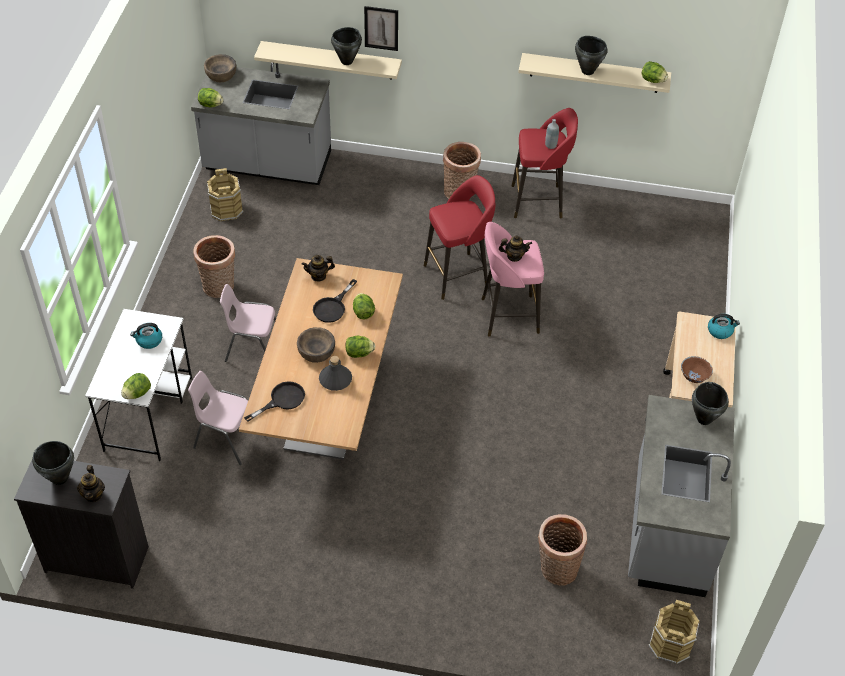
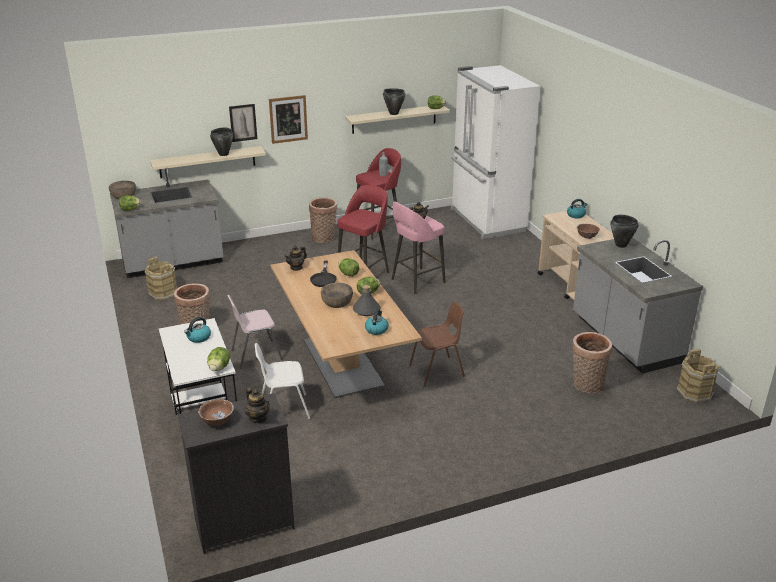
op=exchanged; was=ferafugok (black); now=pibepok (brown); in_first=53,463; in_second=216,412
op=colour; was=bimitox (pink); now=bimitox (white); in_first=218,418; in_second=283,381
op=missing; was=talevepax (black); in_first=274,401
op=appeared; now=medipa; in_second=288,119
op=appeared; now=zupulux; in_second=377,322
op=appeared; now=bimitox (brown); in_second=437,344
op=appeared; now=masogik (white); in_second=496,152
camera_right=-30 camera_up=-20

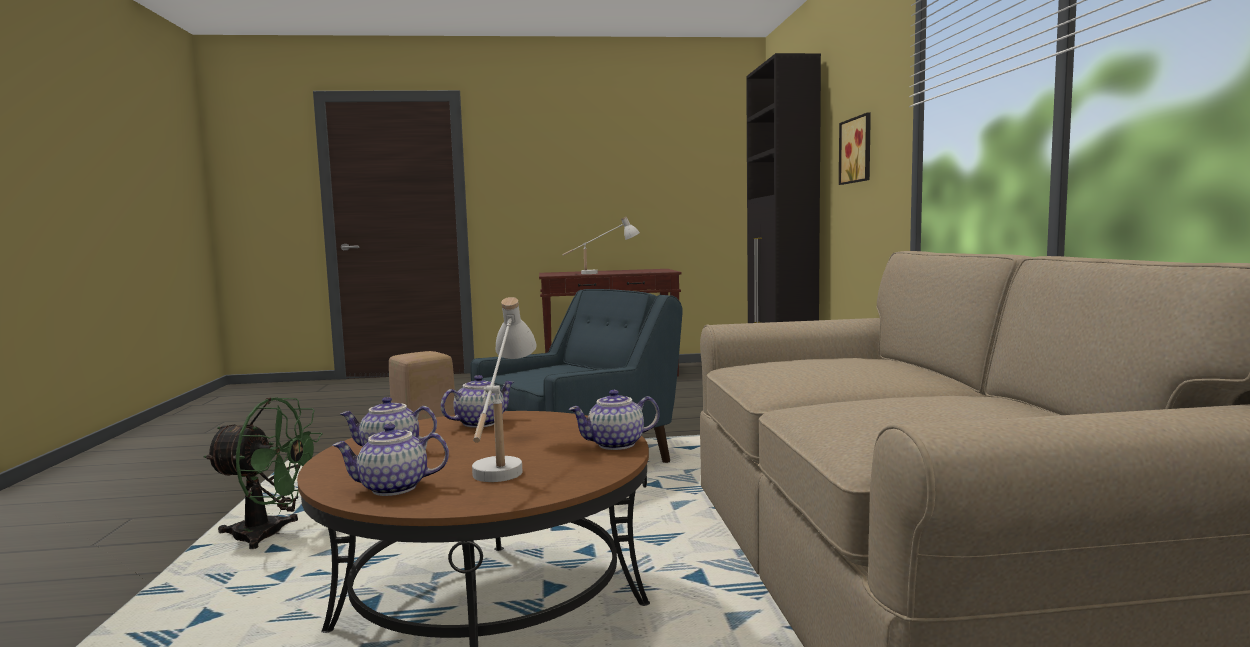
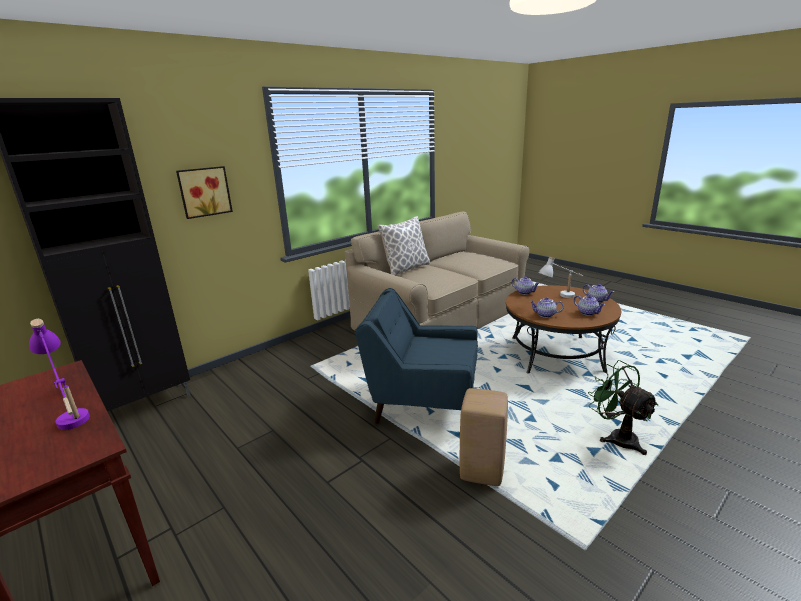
op=colour; was=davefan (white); now=davefan (purple); in_first=601,245; in_second=59,374
op=appeared; now=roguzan; in_second=404,245
camera_right=-125 camera_up=15

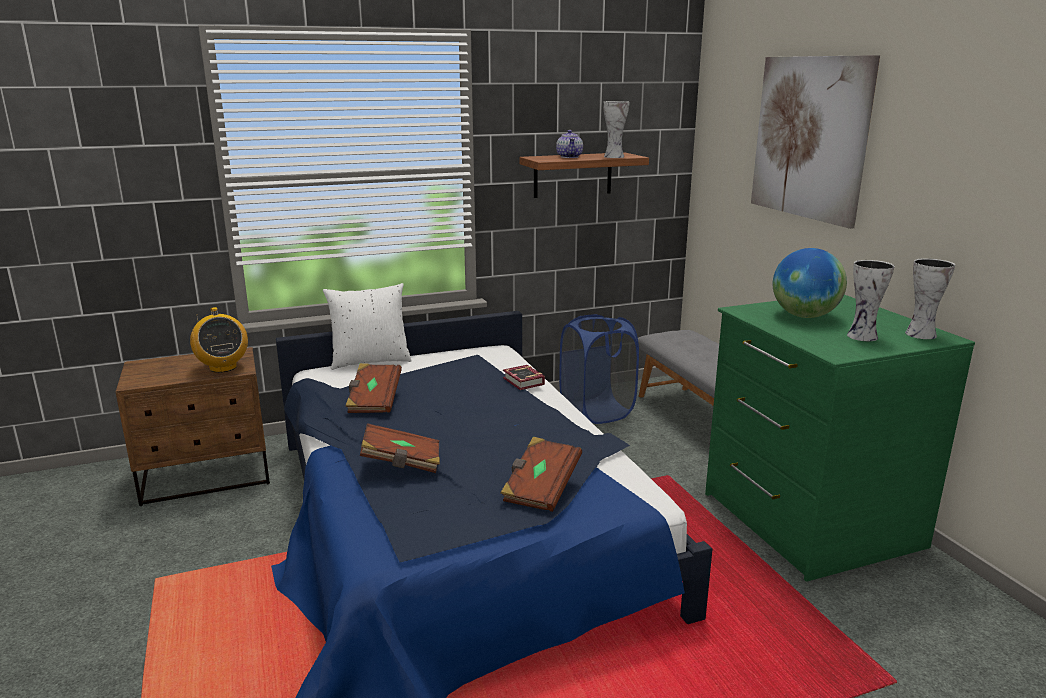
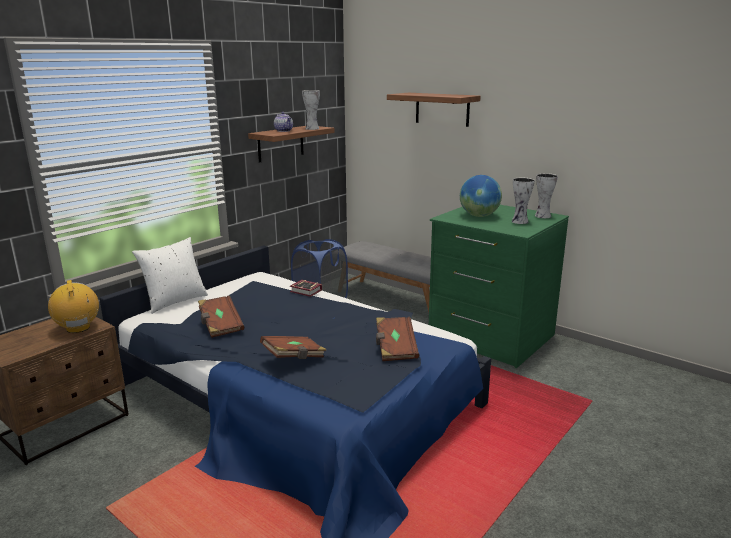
op=spun; was=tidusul; in_first=219,340; in_second=73,306; clockwise=-150
op=exchanged; was=medipa; now=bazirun; in_first=815,142; in_second=434,110
camera_right=-30 camera_up=0

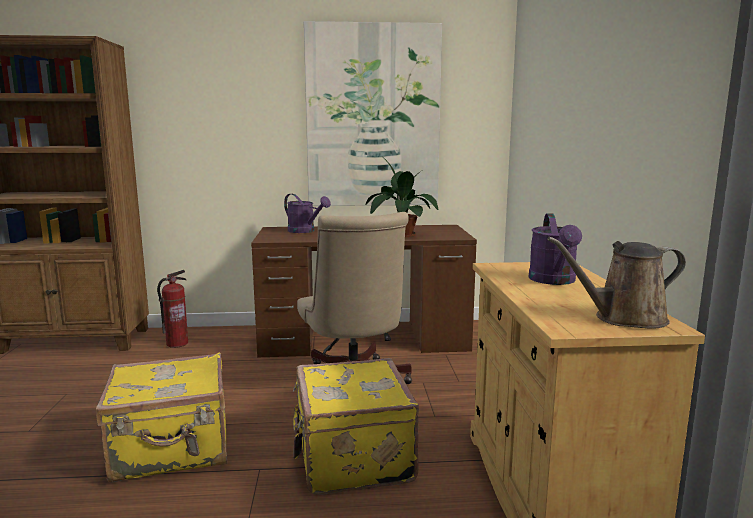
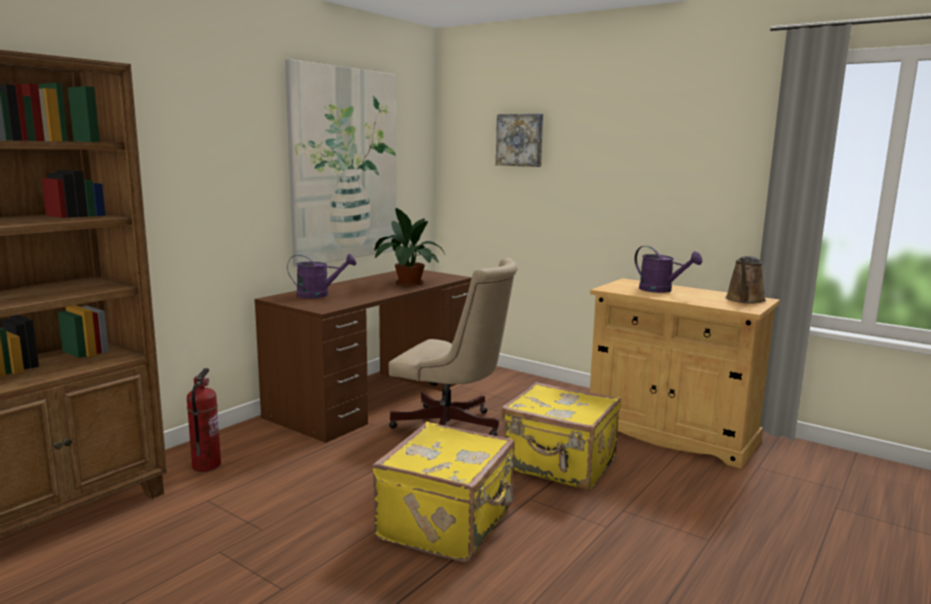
op=appeared; now=medipa; in_second=519,140
camera_right=-50 camera_up=0

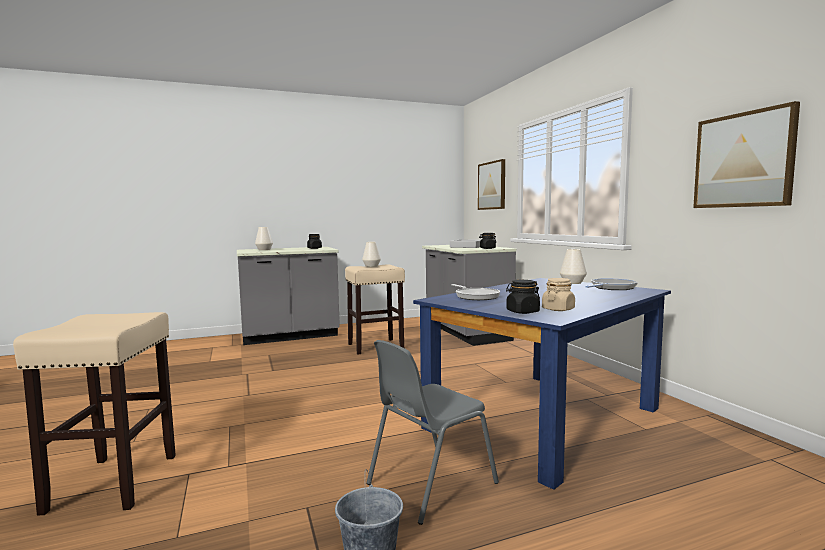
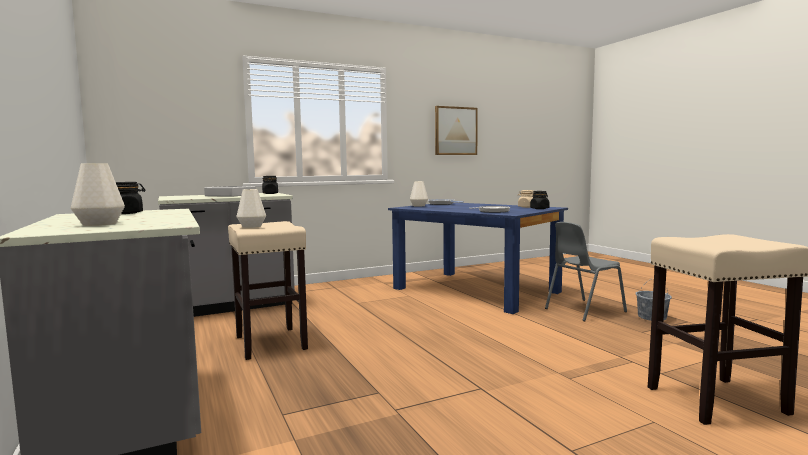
op=spun; was=bimitox (grey); in_first=432,432; in_second=586,271; clockwise=105
op=missing; was=medipa; in_first=491,184
camera_right=-95 camera_up=0

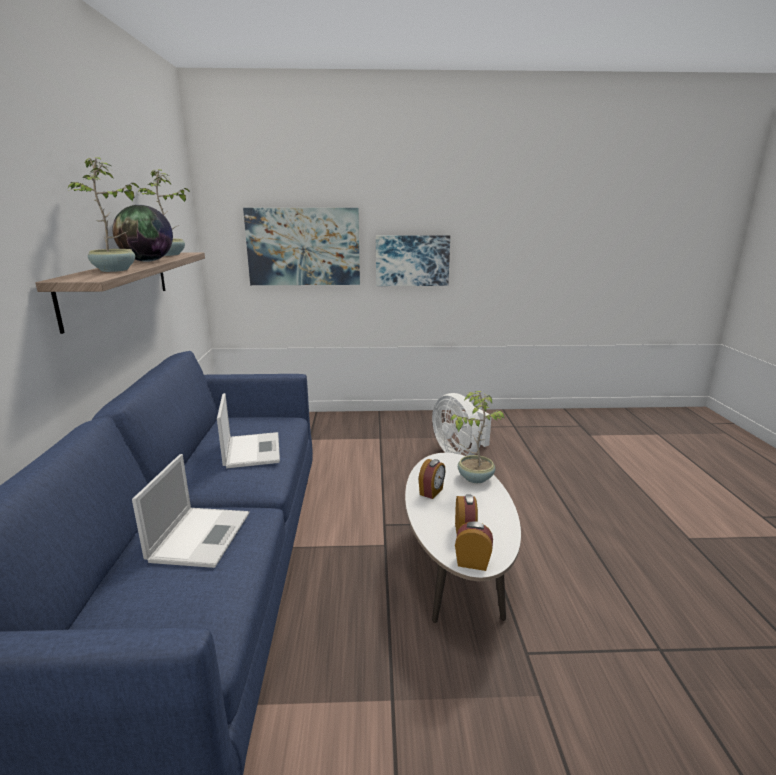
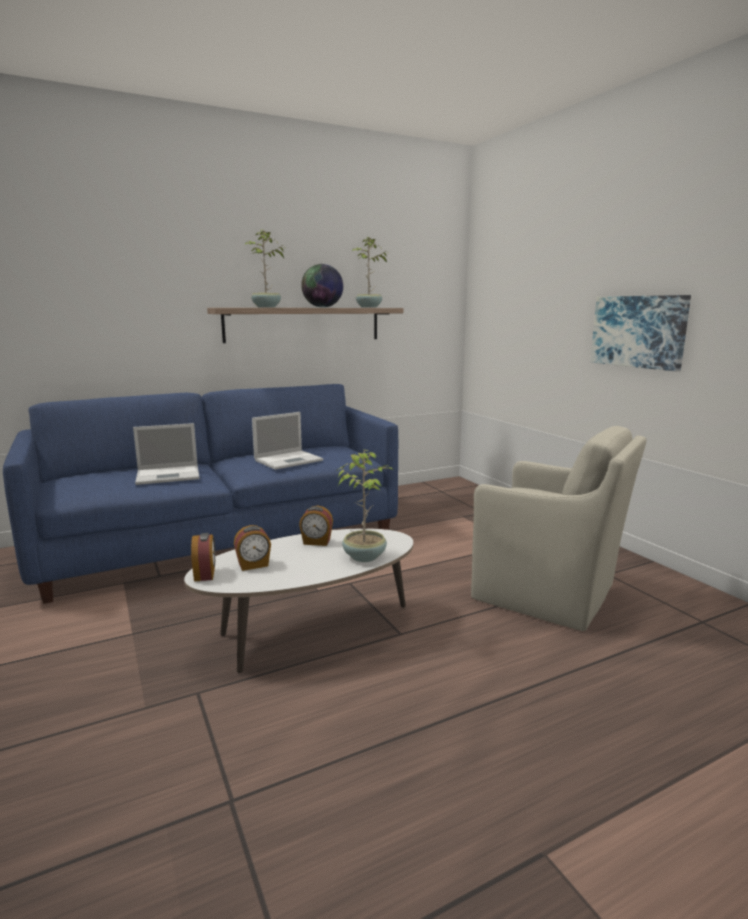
op=missing; was=medipa; in_first=301,246
op=exchanged; was=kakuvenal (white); now=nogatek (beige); in_first=461,424; in_second=558,528
camera_right=65 camera_up=-5

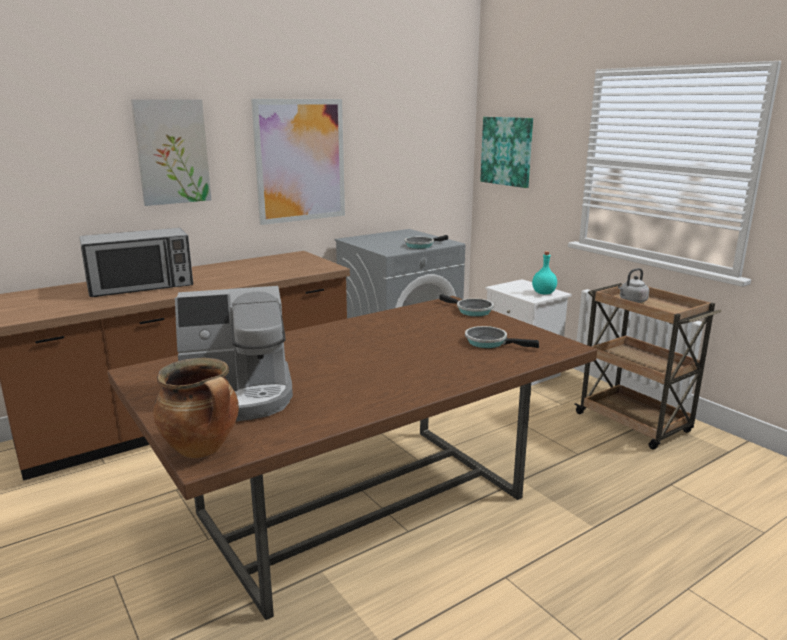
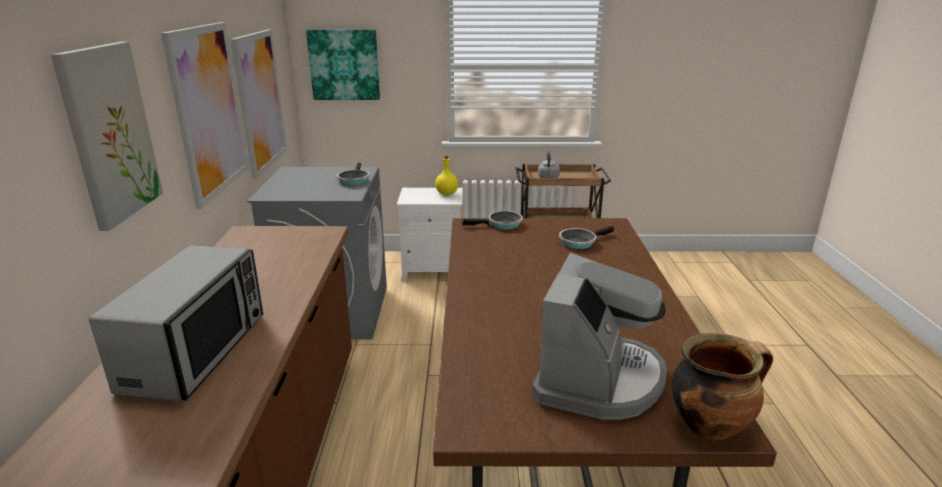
op=colour; was=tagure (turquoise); now=tagure (yellow); in_first=544,272; in_second=446,175
op=appeared; now=medipa; in_second=259,104
camera_right=-55 camera_up=5

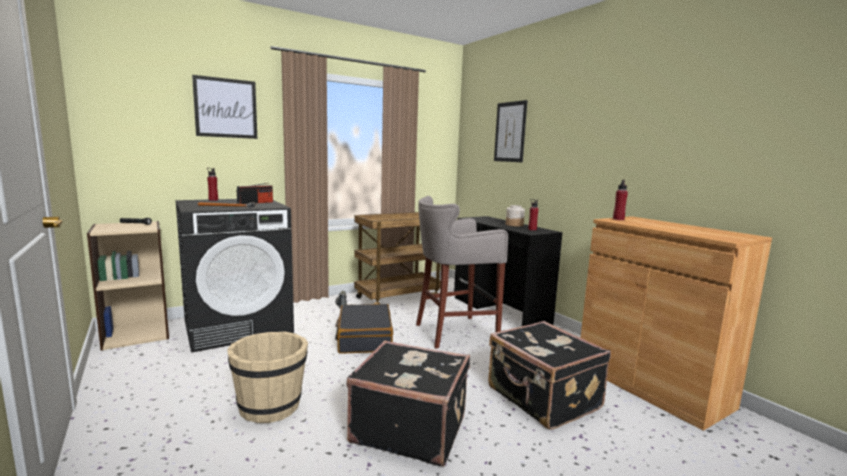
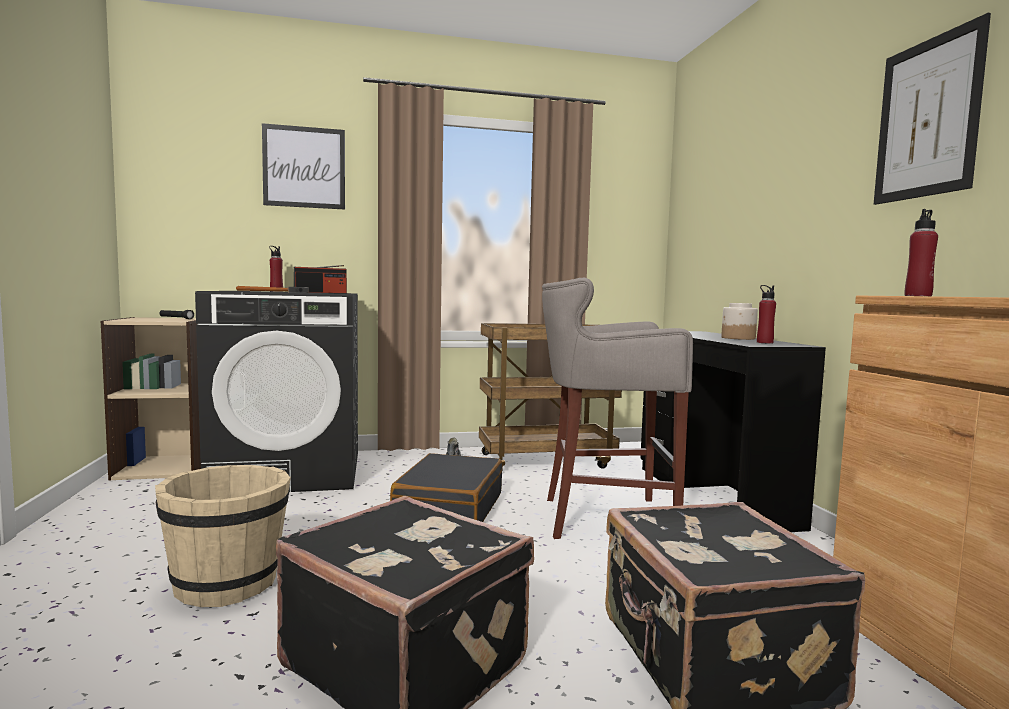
op=relocated; was=medipa; in_first=511,131; in_second=932,109
camera_right=20 camera_up=-5

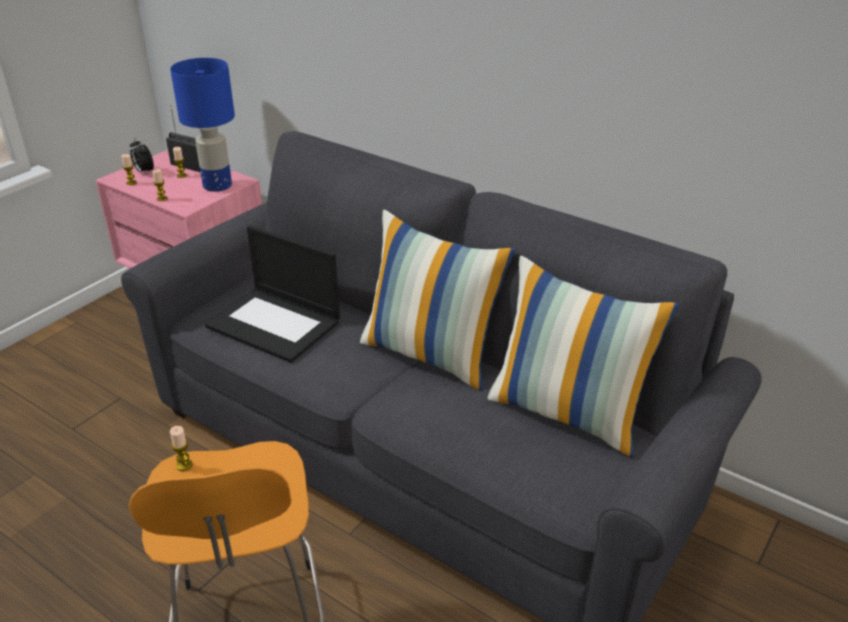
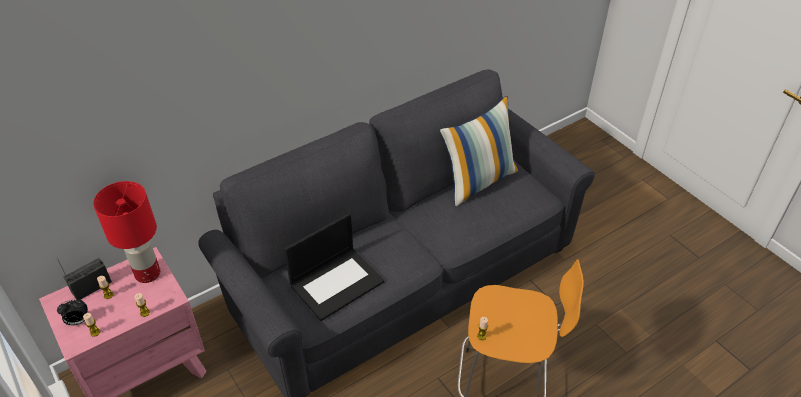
op=colour; was=davefan (blue); now=davefan (red); in_first=202,125; in_second=126,232
op=missing; was=roguzan; in_first=437,300
camera_right=-70 camera_up=10

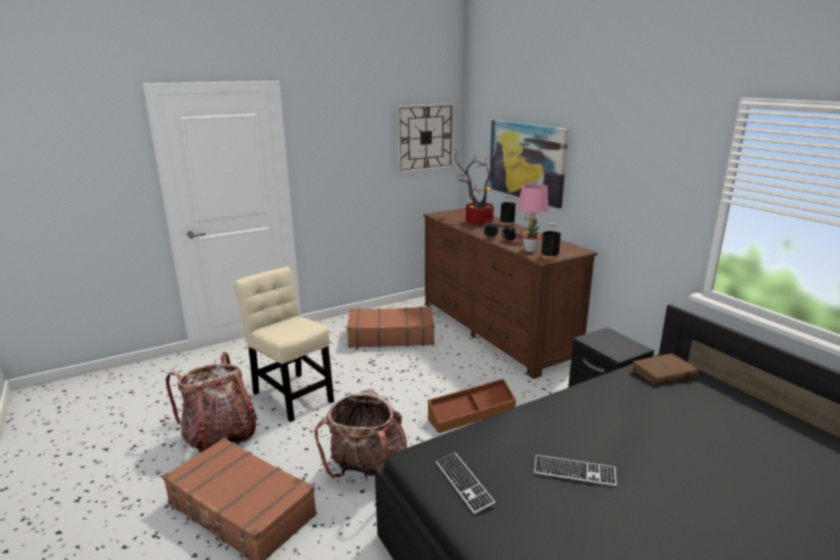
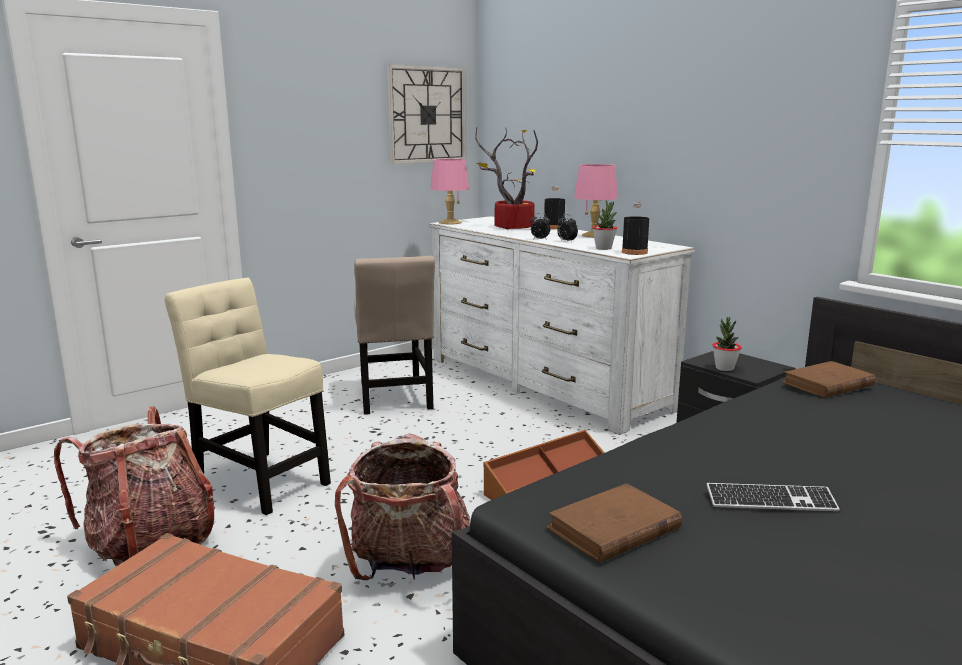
op=exchanged; was=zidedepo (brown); now=bimitox (beige); in_first=391,327; in_second=394,335
op=colour; was=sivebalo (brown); now=sivebalo (white); in_first=510,293; in_second=562,325
op=exchanged; was=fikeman; now=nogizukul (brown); in_first=465,483; in_second=614,523
op=missing; was=medipa; in_first=529,164
op=appeared; now=davefan (pink); in_second=449,191
op=appeared; now=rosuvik; in_second=727,344
camera_right=-10 camera_up=-5

